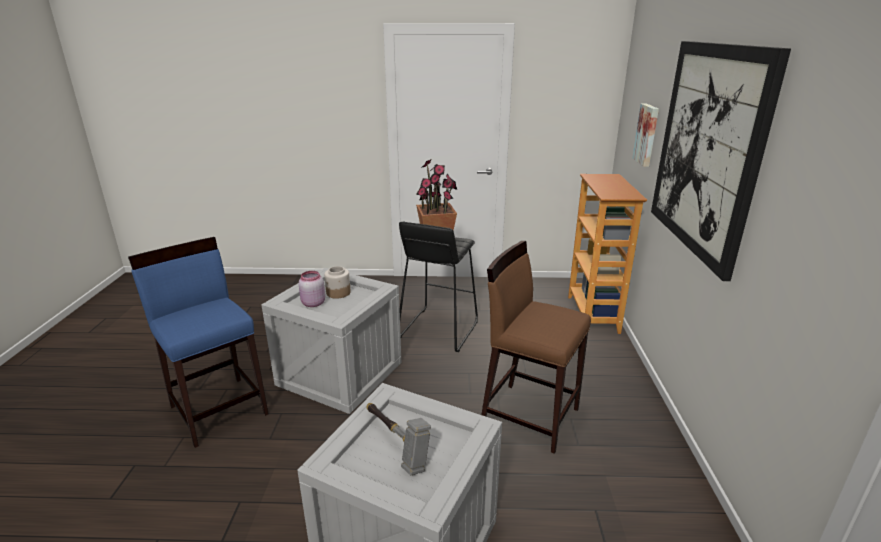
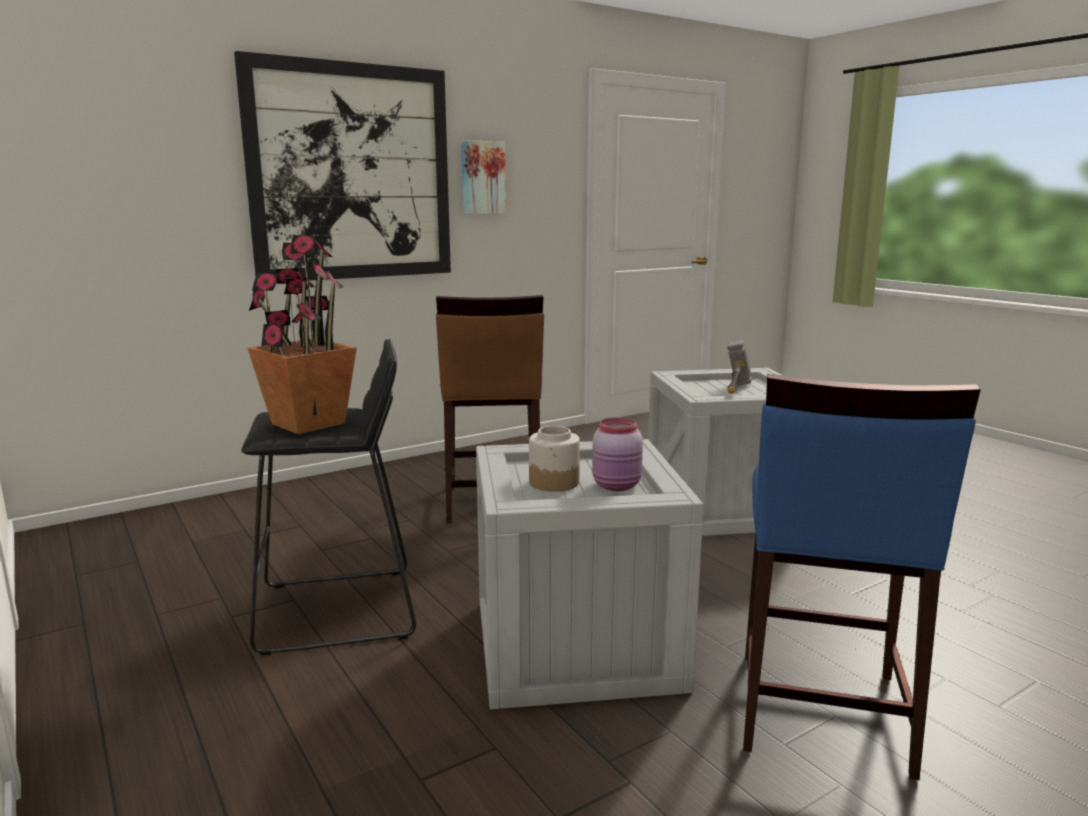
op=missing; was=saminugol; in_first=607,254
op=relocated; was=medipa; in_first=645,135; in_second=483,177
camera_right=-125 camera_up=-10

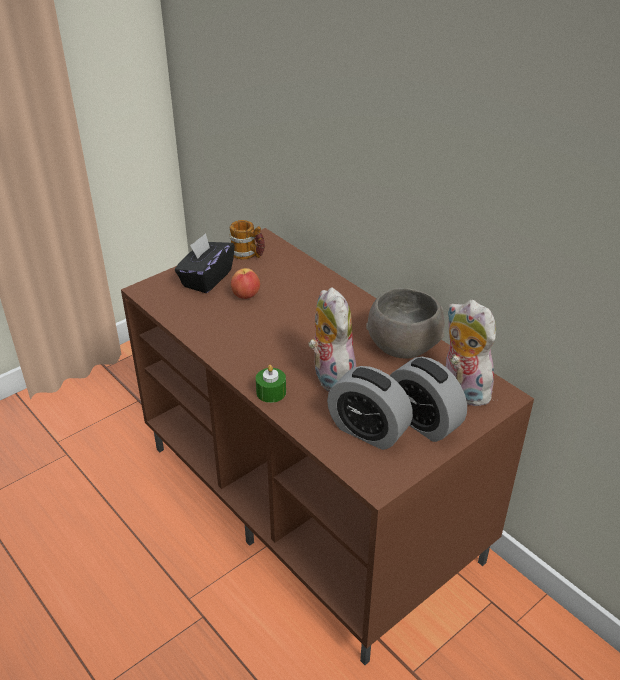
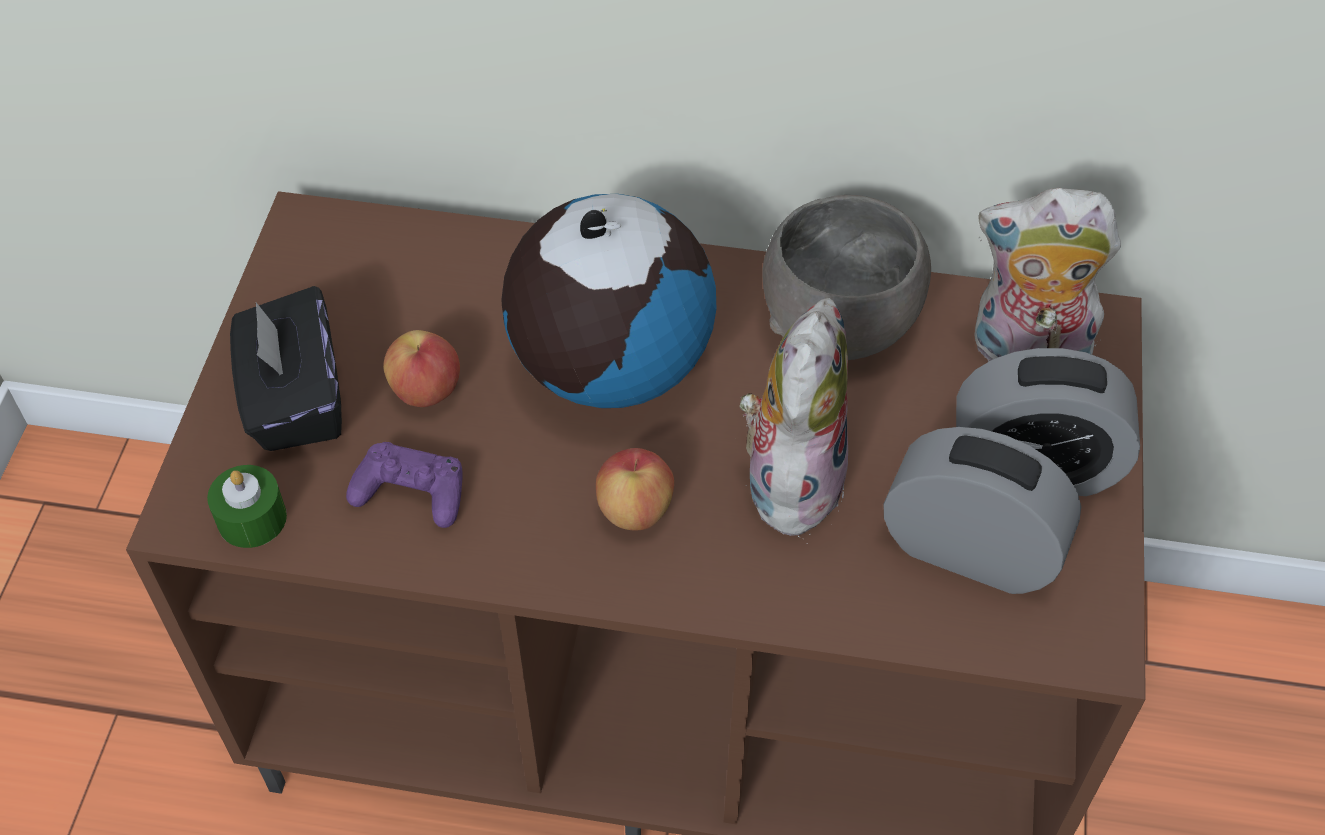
op=missing; was=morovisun; in_first=247,240
op=relocated; was=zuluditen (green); in_first=271,384; in_second=247,506
op=spun; was=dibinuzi; in_first=332,339; in_second=794,417; clockwise=75
op=spun; was=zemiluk; in_first=370,408; in_second=982,510; clockwise=-150
op=appeared; now=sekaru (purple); in_second=404,485
op=appeared; now=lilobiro; in_second=608,301
op=appeared; now=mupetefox; in_second=635,489
camera_right=-40 camera_up=15

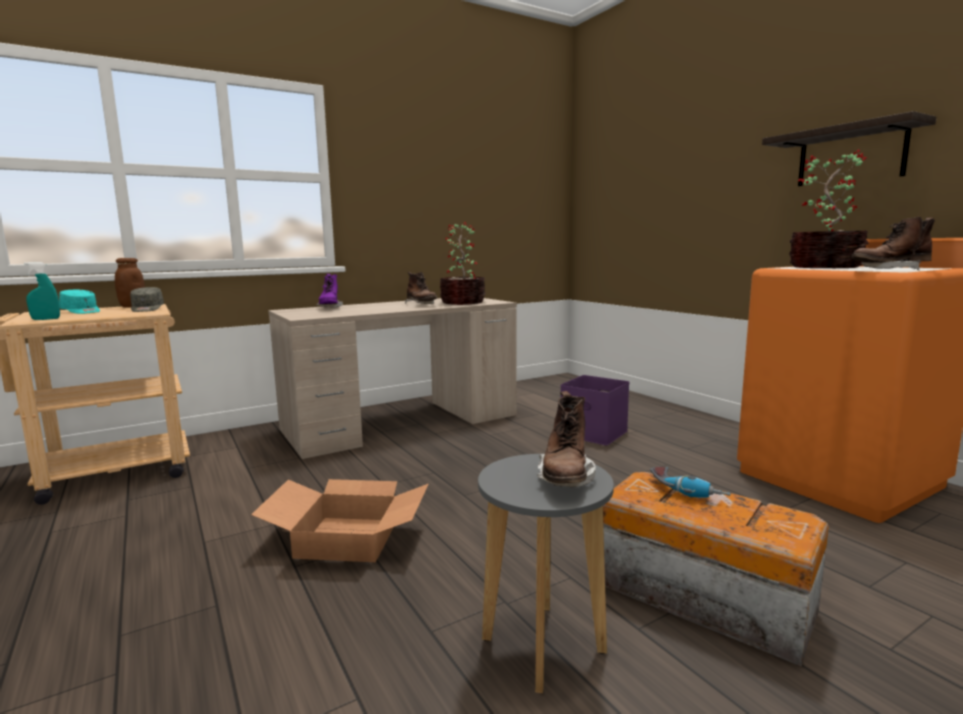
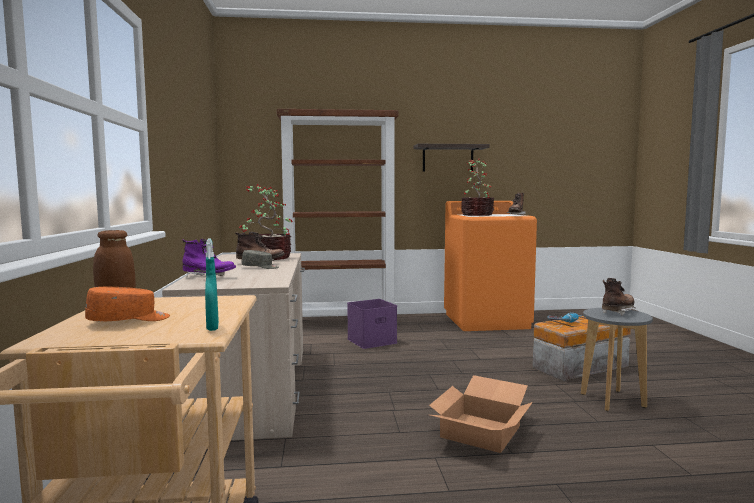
op=colour; was=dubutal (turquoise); now=dubutal (orange); in_first=79,302; in_second=127,304
op=relocated; was=dubutal (grey); in_first=147,299; in_second=260,259
op=spun; was=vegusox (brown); in_first=566,439; in_second=619,296; clockwise=-75
op=appeared; now=saminugol (brown); in_second=337,212
camera_right=-65 camera_up=-5

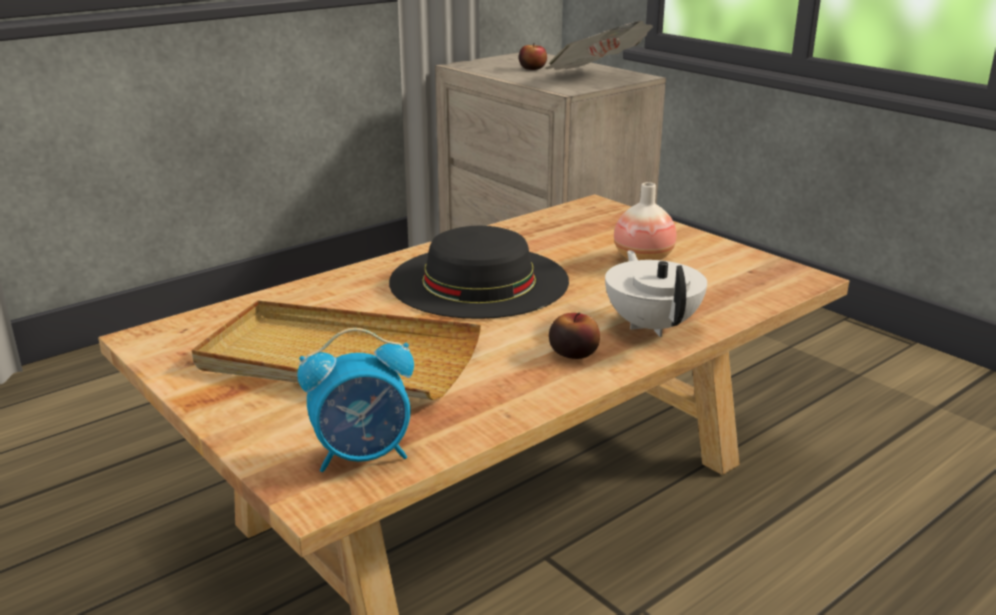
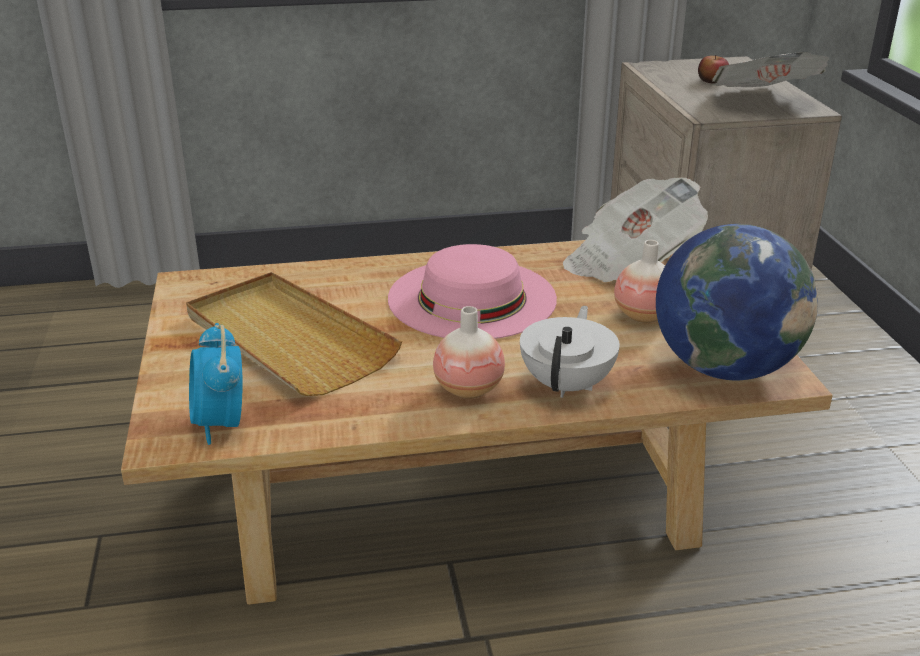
op=spun; was=zemiluk; in_first=355,400; in_second=215,384; clockwise=60
op=colour; was=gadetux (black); now=gadetux (pink); in_first=479,272; in_second=472,291
op=exchanged; was=mupetefox; now=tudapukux; in_first=574,335; in_second=469,352
op=appeared; now=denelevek; in_second=635,229
op=appeared; now=lilobiro; in_second=737,302
camera_right=30 camera_up=5

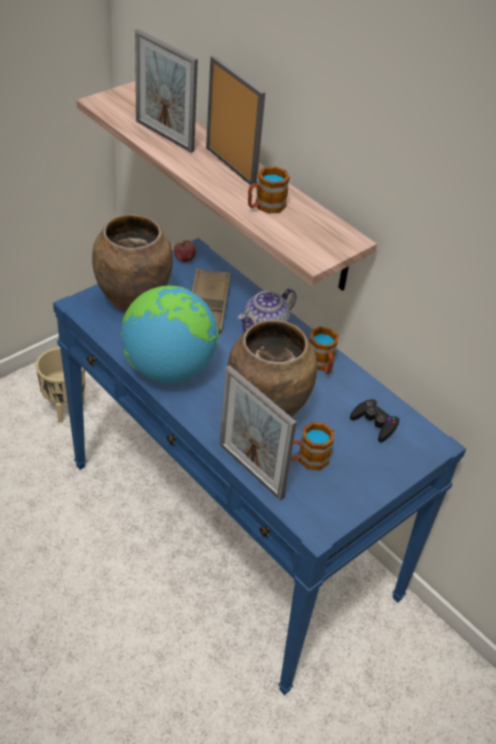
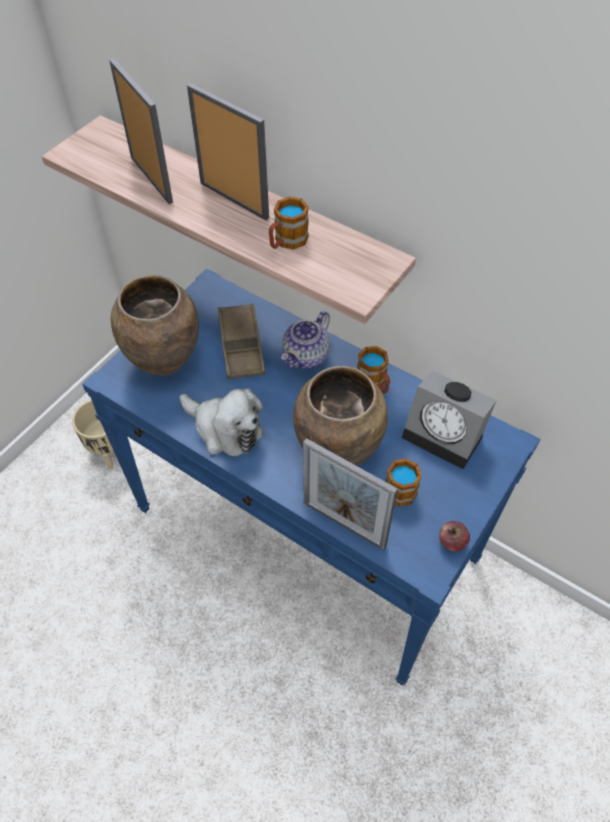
op=exchanged; was=lilobiro; now=dibinuzi; in_first=169,334; in_second=221,422
op=spun; was=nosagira; in_first=166,91; in_second=141,131; clockwise=-150
op=relocated; was=mupetefox; in_first=185,251; in_second=454,536
op=exchanged; was=sekaru (black); now=zemiluk; in_first=375,420; in_second=449,419
camera_right=-10 camera_up=10

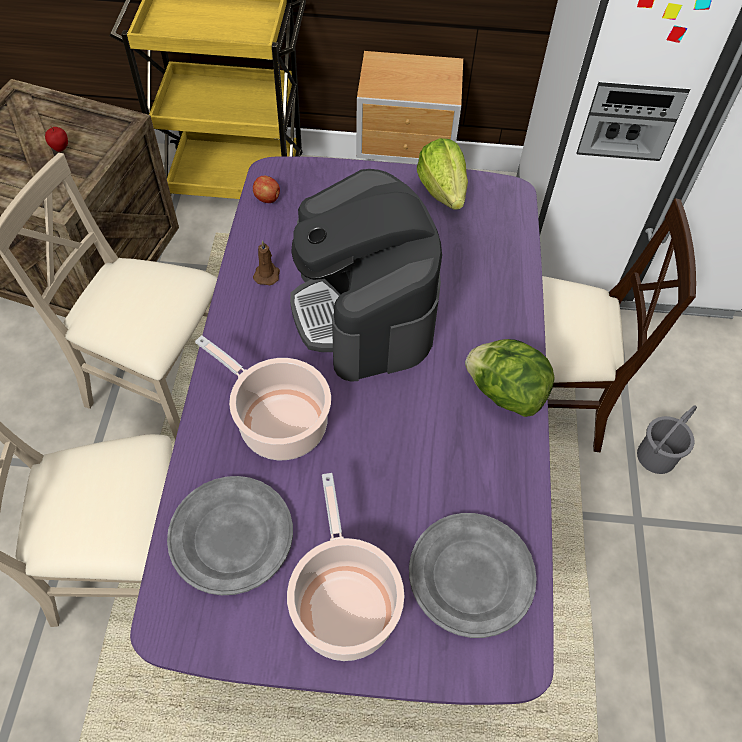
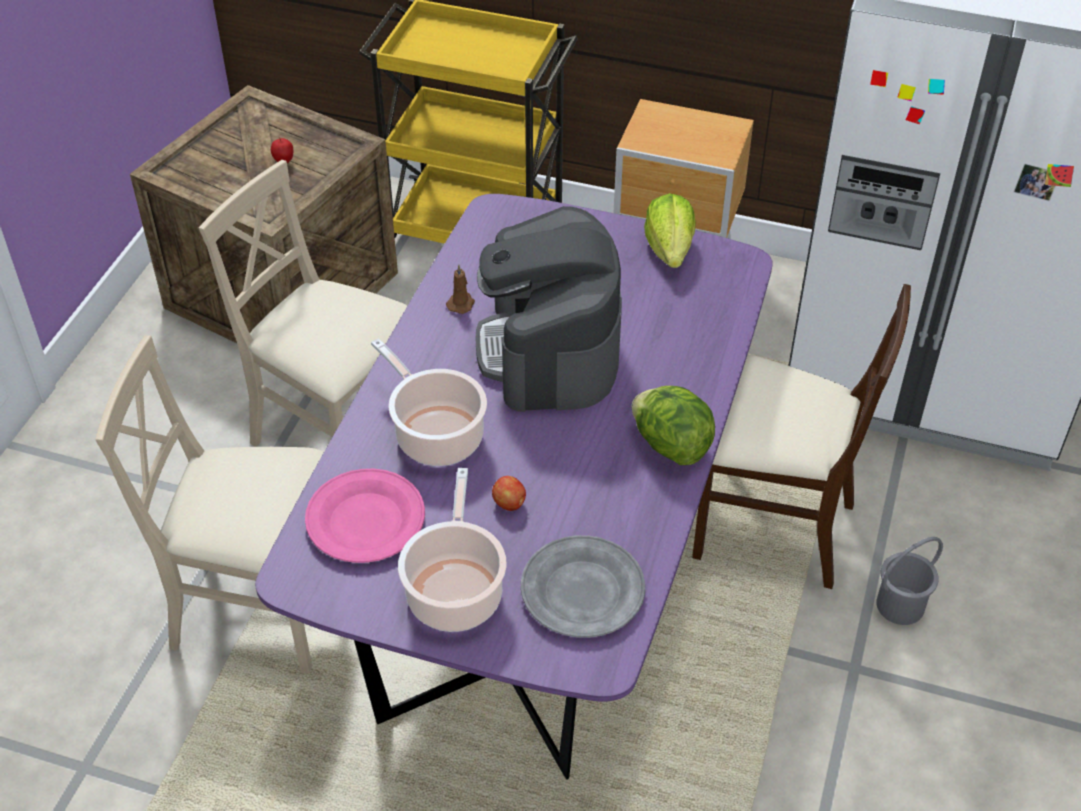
op=colour; was=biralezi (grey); now=biralezi (pink); in_first=230,535; in_second=365,516
op=relocated; was=mupetefox; in_first=266,189; in_second=509,493
camera_right=15 camera_up=-10

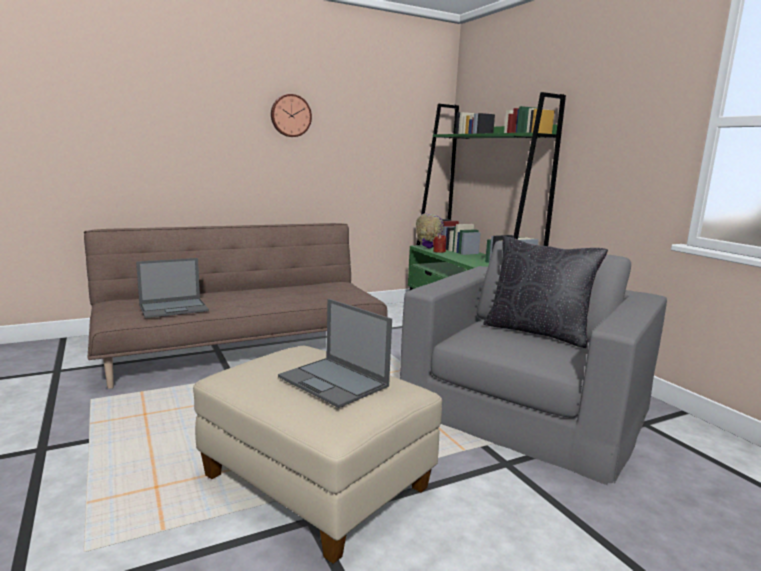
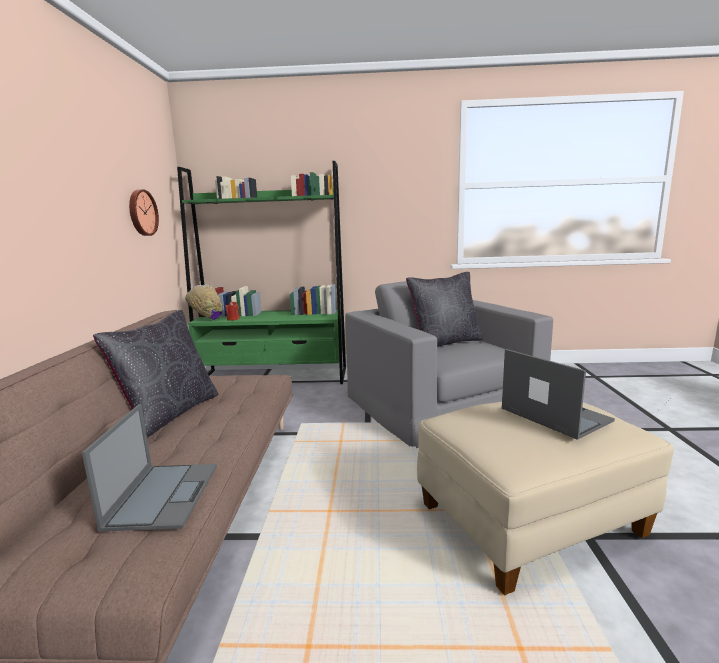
op=relocated; was=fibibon; in_first=291,115; in_second=144,212
op=spun; was=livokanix; in_first=335,353; in_second=558,394; clockwise=-105
op=appeared; now=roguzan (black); in_second=155,374
camera_right=-60 camera_up=0

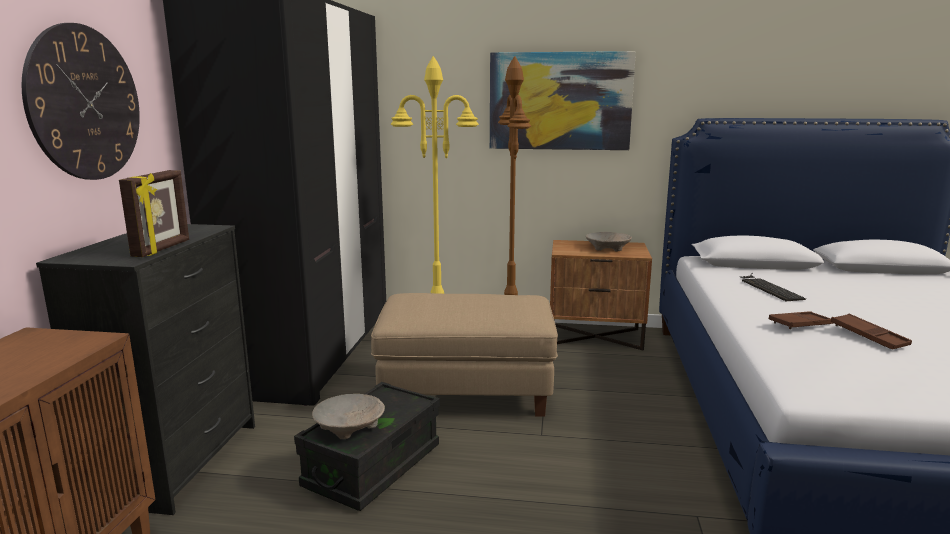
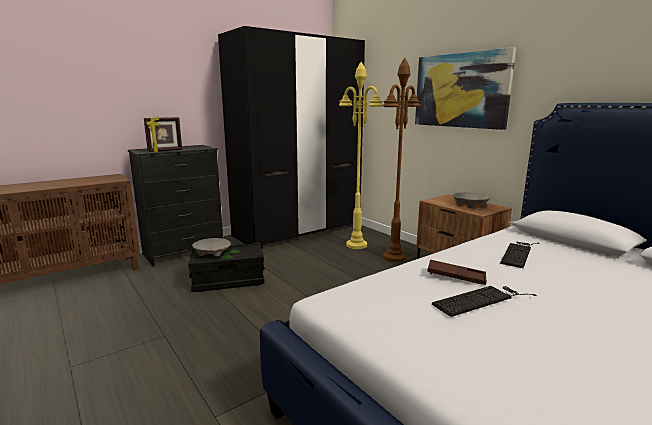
op=missing; was=fibibon; in_first=80,101
op=missing; was=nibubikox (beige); in_first=464,354
op=exchanged; was=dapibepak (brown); now=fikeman; in_first=871,332; in_second=484,301
camera_right=45 camera_up=0

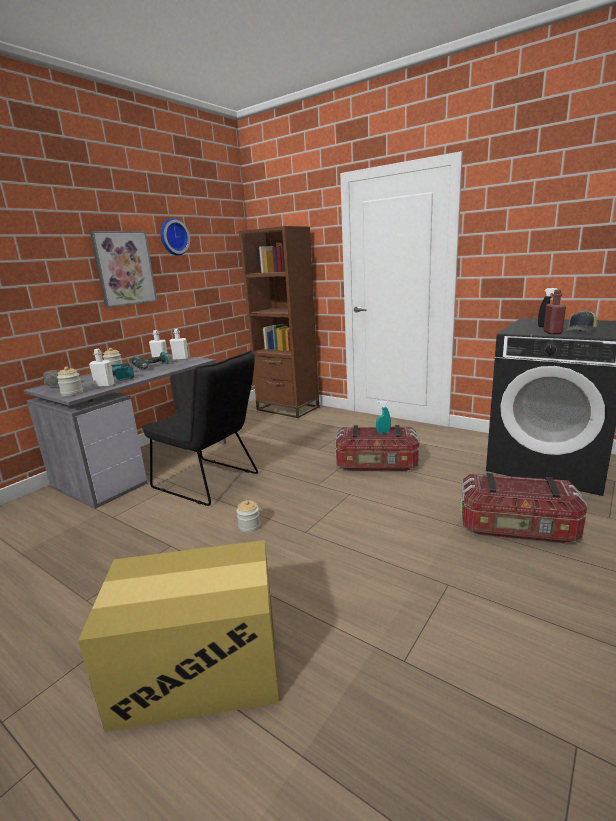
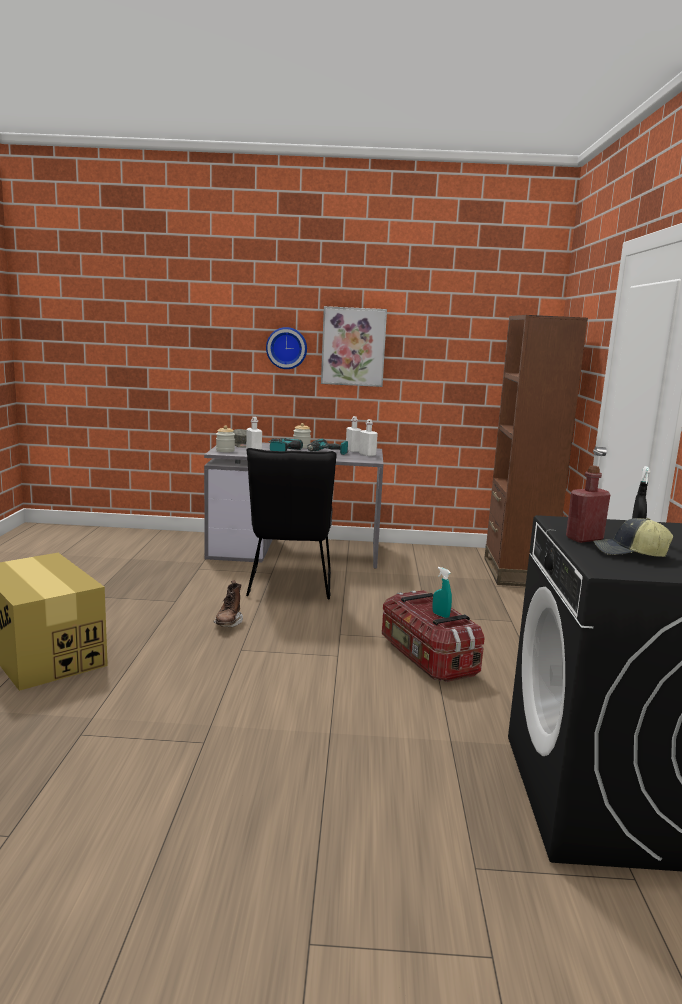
op=relocated; was=fibibon; in_first=175,237; in_second=286,348
op=exchanged; was=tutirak; now=vegusox (brown); in_first=249,516; in_second=228,603
op=missing; was=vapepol; in_first=523,508
camera_right=55 camera_up=-5

